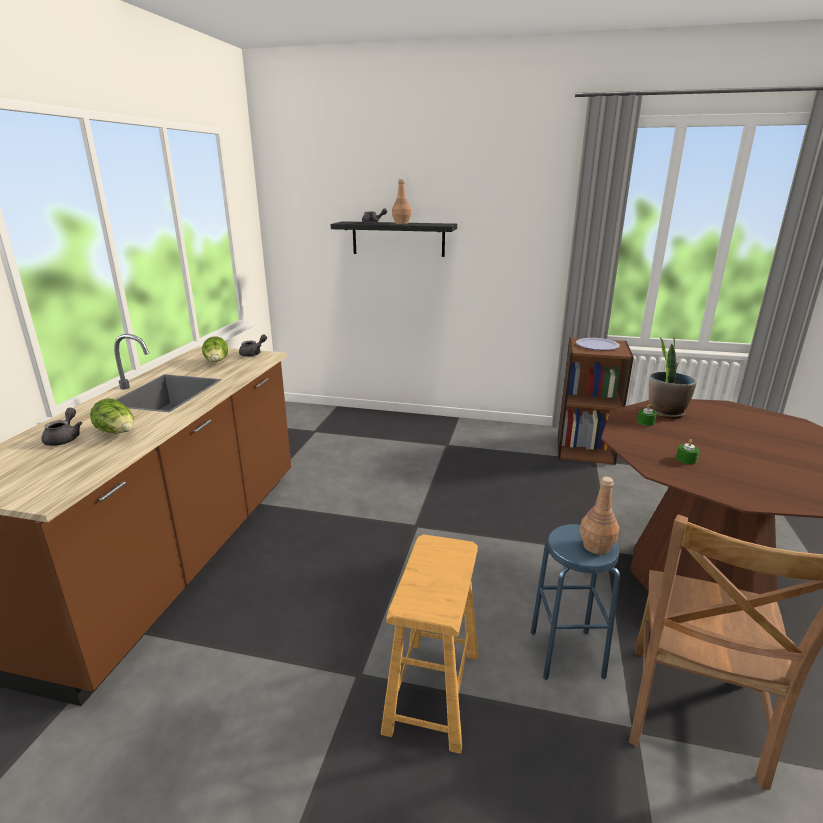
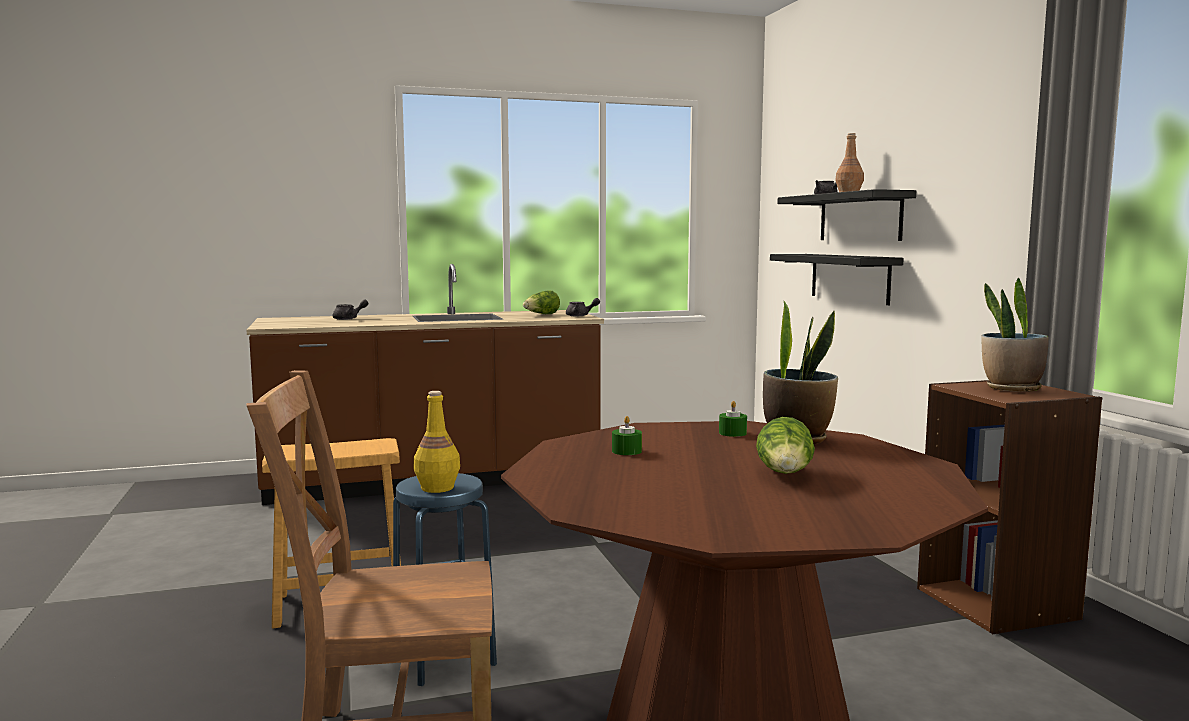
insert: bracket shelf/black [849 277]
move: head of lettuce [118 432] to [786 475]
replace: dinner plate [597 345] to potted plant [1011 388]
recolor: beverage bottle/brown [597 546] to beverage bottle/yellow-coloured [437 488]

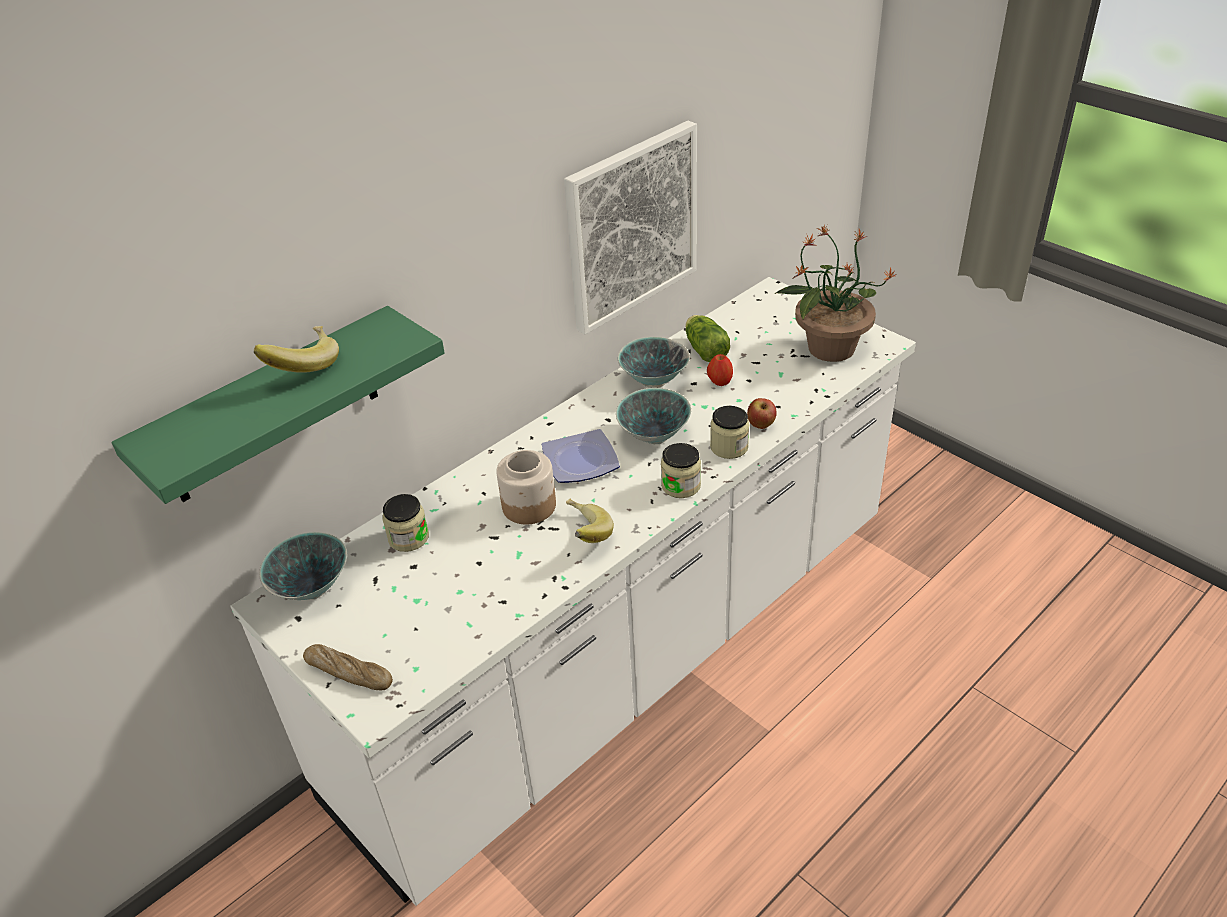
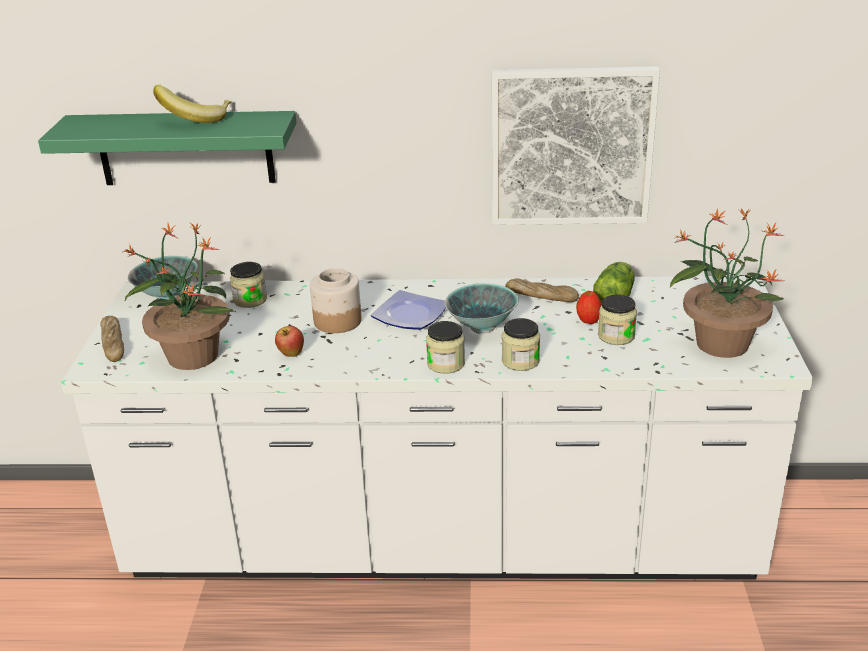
delete: banana [583 535]
insert: potted plant [192 355]; preserve jar [616 336]
move: apple fruit [761 425] to [291 354]
replace: bowl [653 381] to bread [541 296]

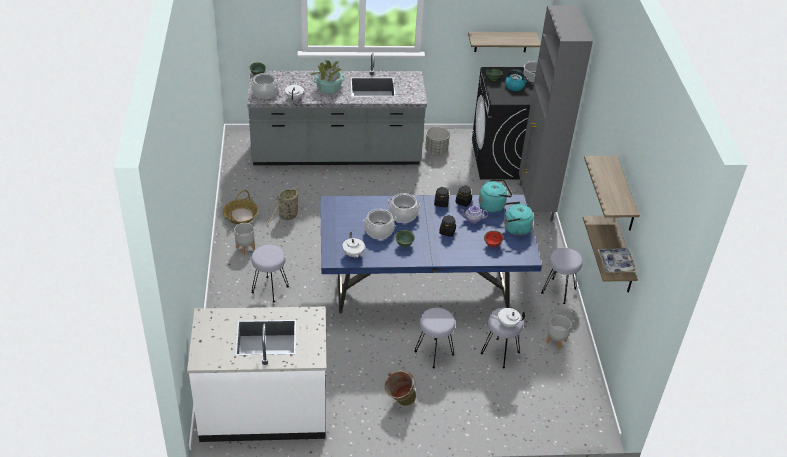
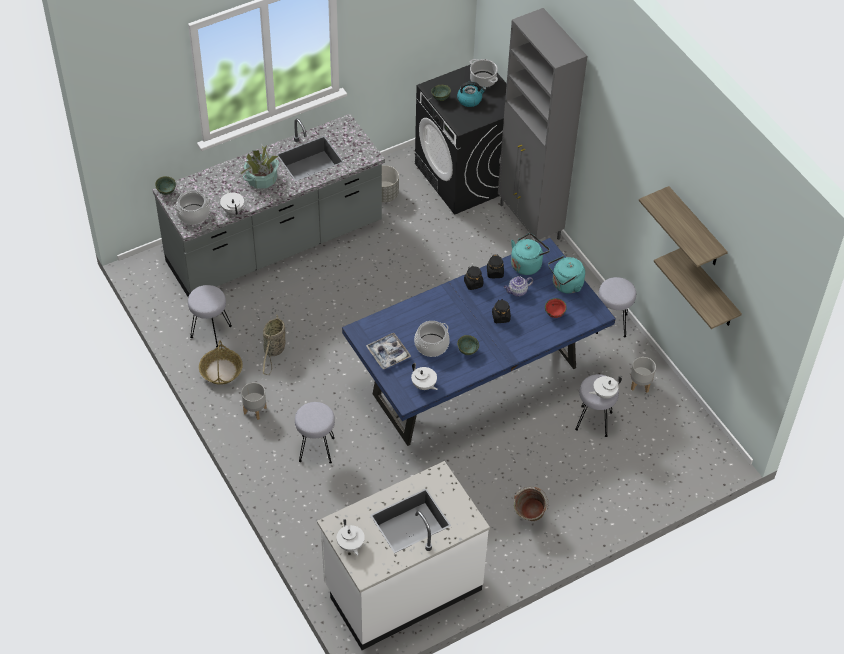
delete: bracket shelf [501 41]; cooking pot [403 215]
insert: teapot/white [350 545]
move: serving tray [616 263] to [388 354]; stool/greyish [433 353] to [210 332]

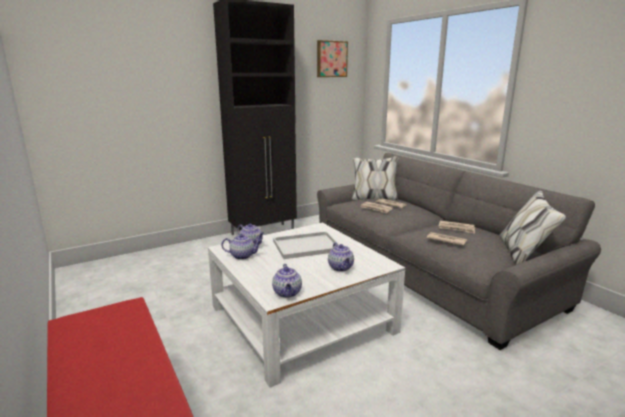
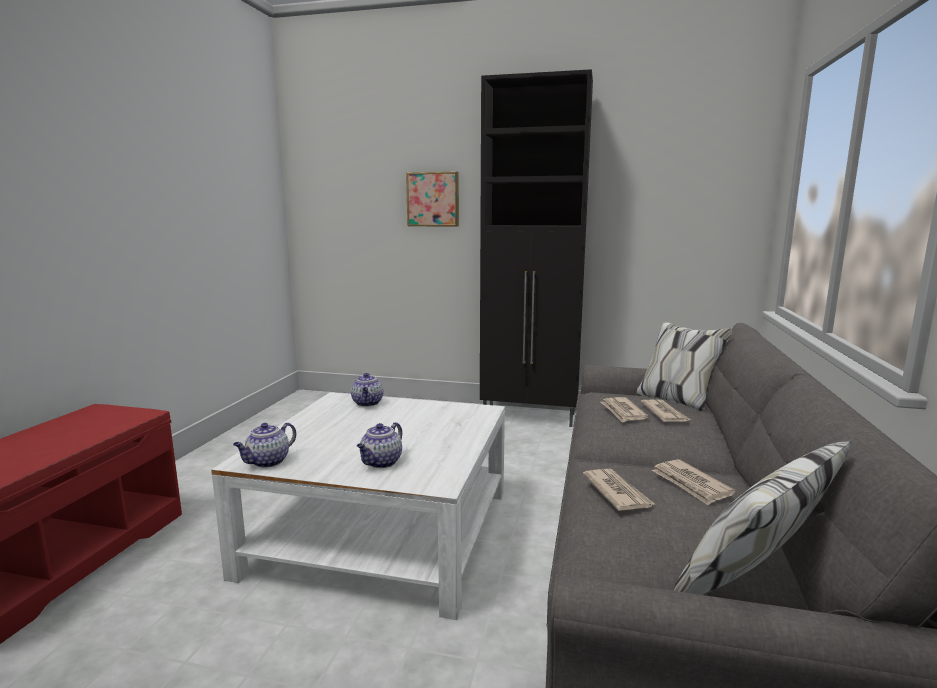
delete: serving tray/white [305 246]; teapot [243 256]
move: picture [331 59] to [433 199]

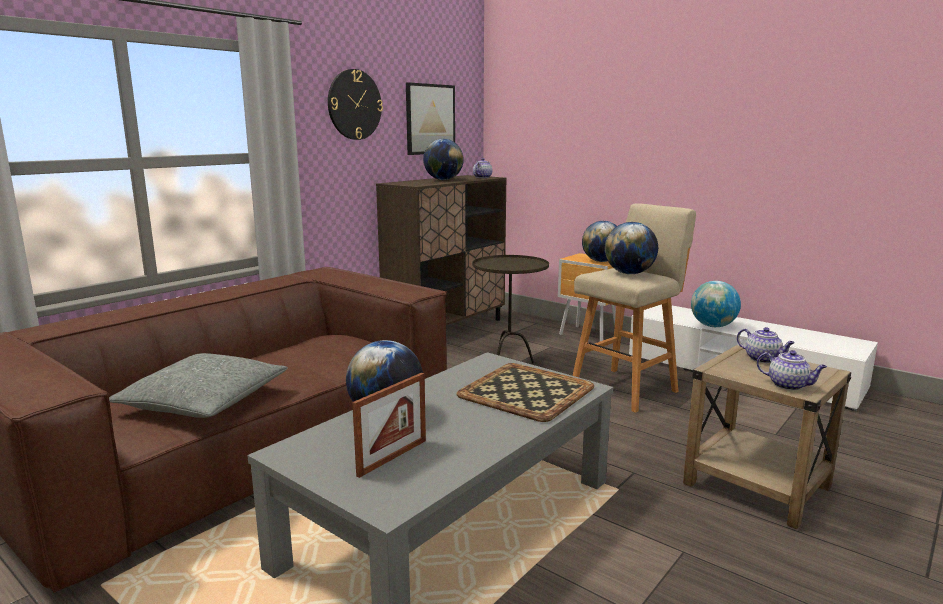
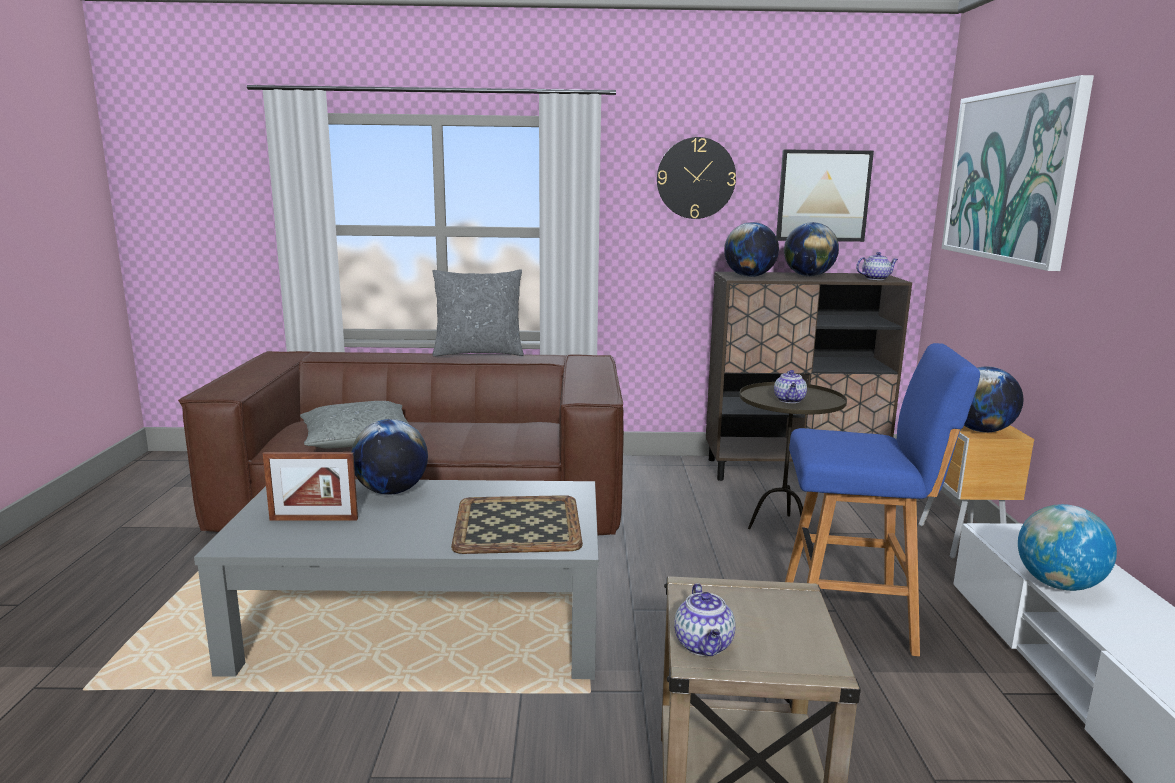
insert: picture [1010 176]; pillow/greyish [478 353]
move: world globe [629 273] to [749 276]; teapot [763 359] to [789 400]
recolor: stool/sand-coloured [626 388] to stool/blue [853 617]

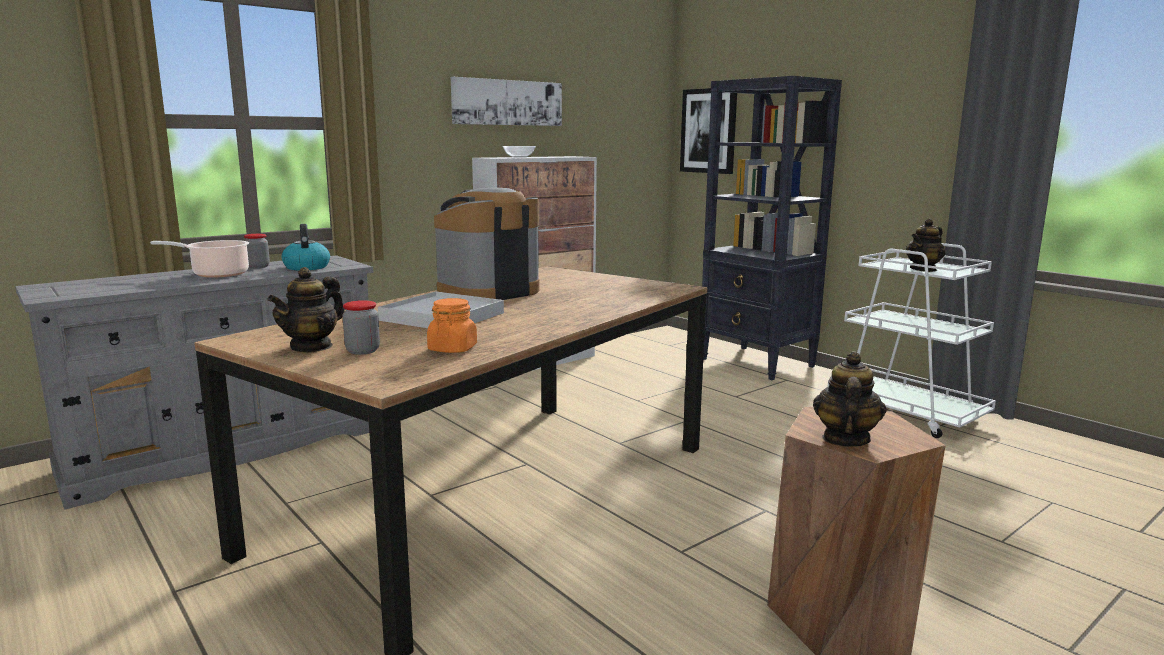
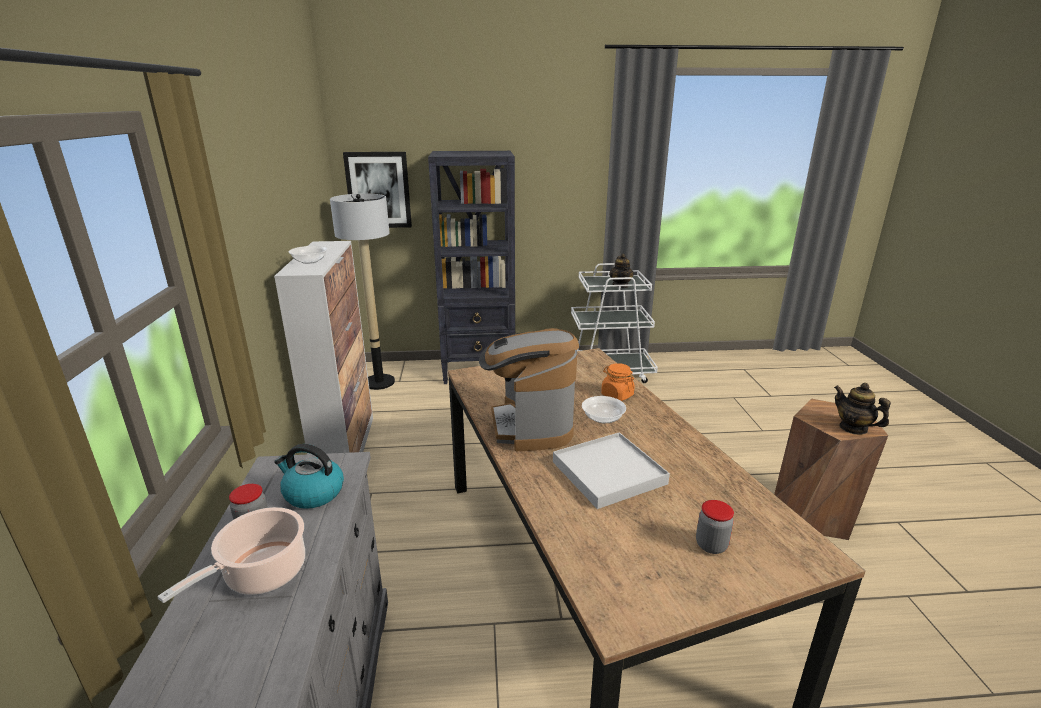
delete: picture [507 102]; teapot [311 347]
insert: standard lamp [379 382]; bowl [603 418]
move: preserve jar/orange [452 349] to [617 395]

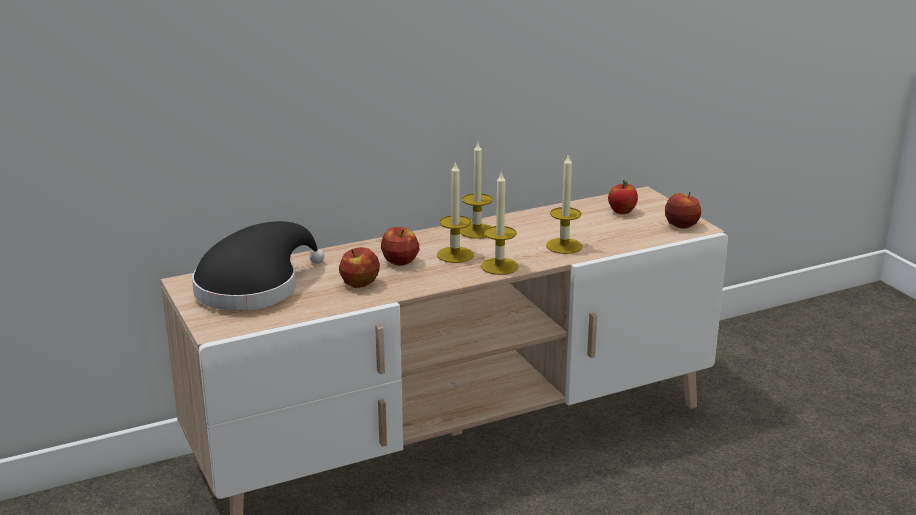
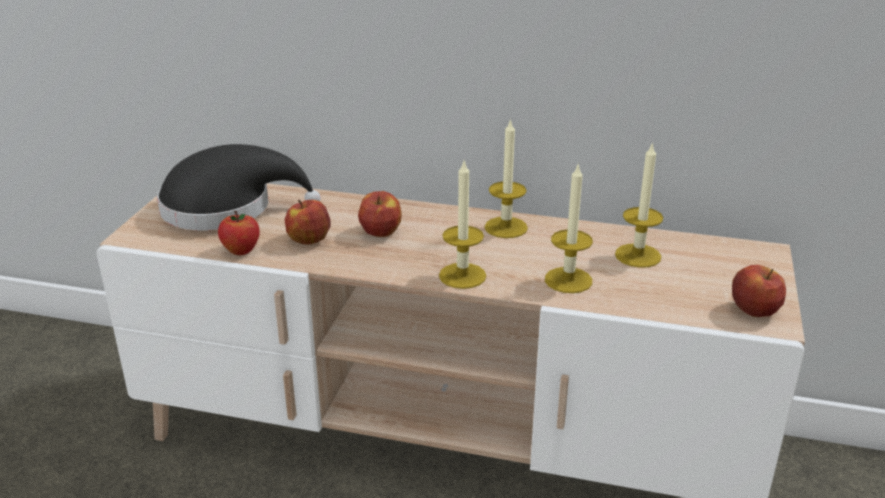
move: wax light [455 255] to [638 255]; apple fruit [622 211] to [241 251]

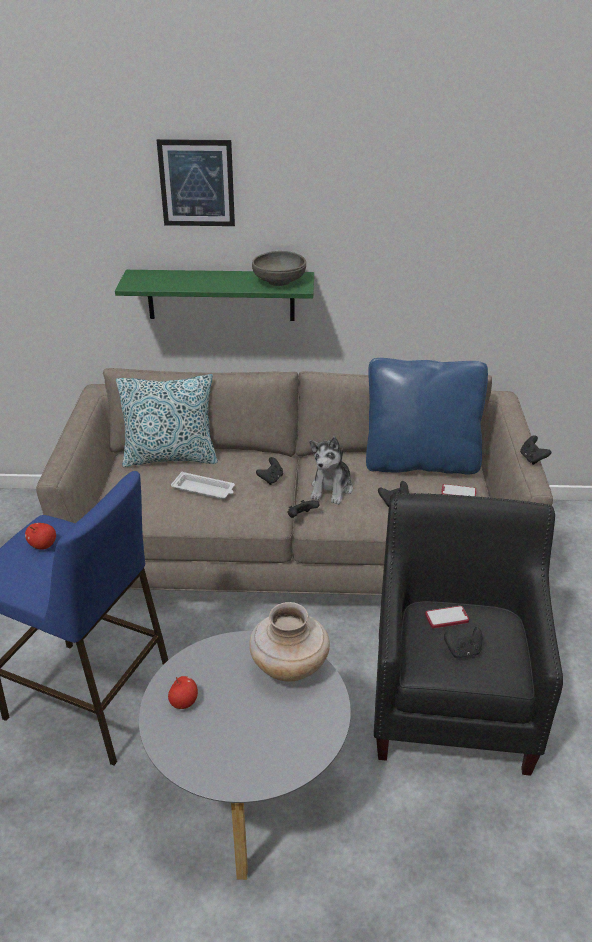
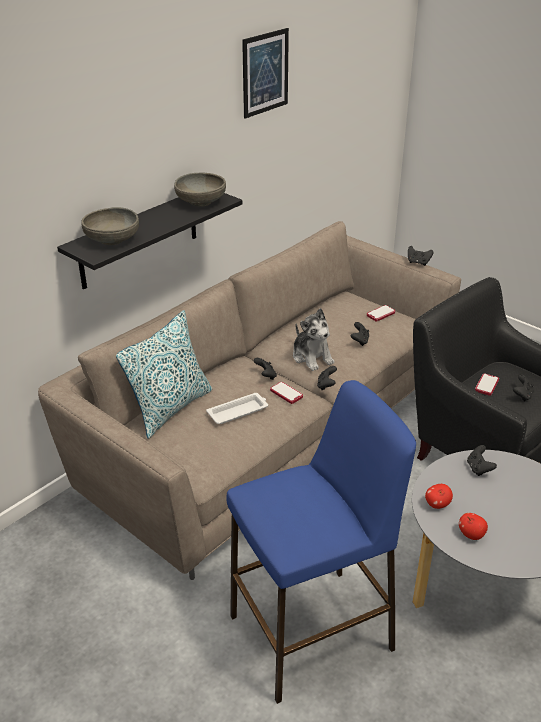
delete: pillow/blue [420 462]
insert: bowl/greyish [112 240]; telephone [286 393]
move: picture [196 183] to [265 73]; apple fruit [43 545] to [437 504]
replace: flower vase/sand-coloured [289 667] to joypad/black [479 469]
recolor: bracket shelf/green-coloured [221 295] to bracket shelf/black [139 238]

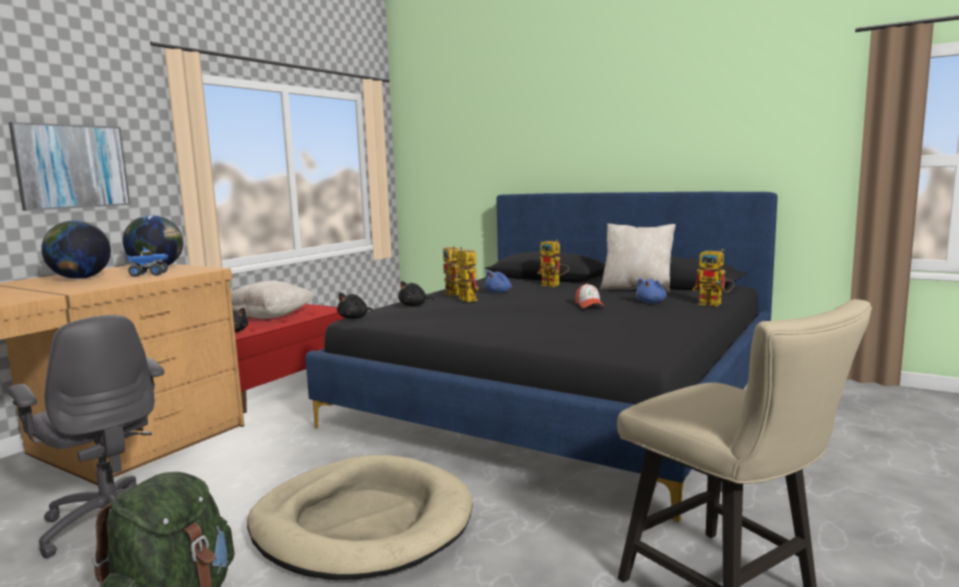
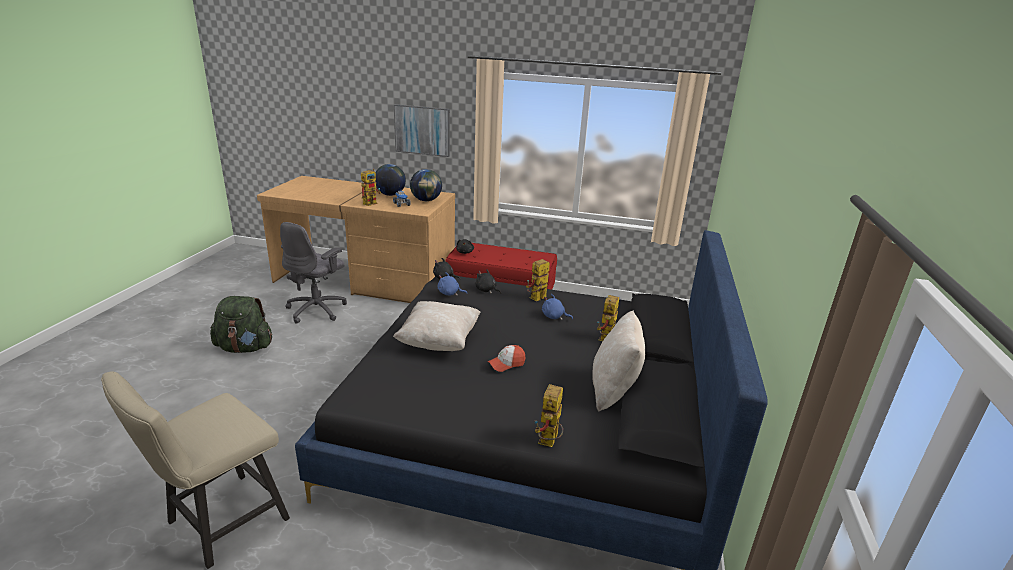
delete: dog bed/sand-coloured [362 523]
move: robot figure [464 299] to [371 203]; plush toy/blue [651 302] to [450 293]; pillow/sand-coloured [269 316] to [439 342]

